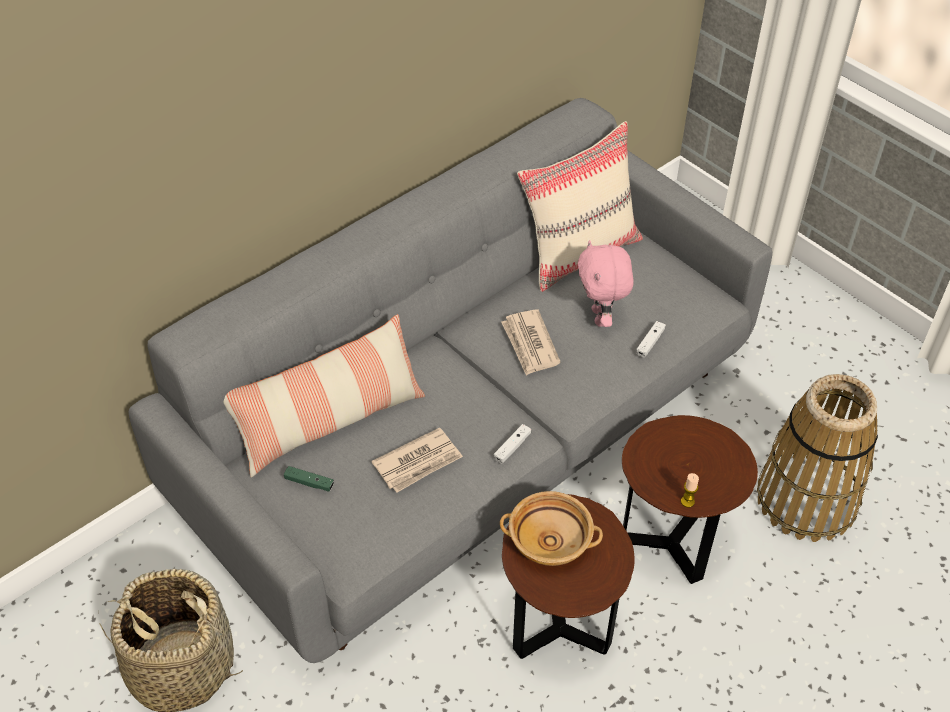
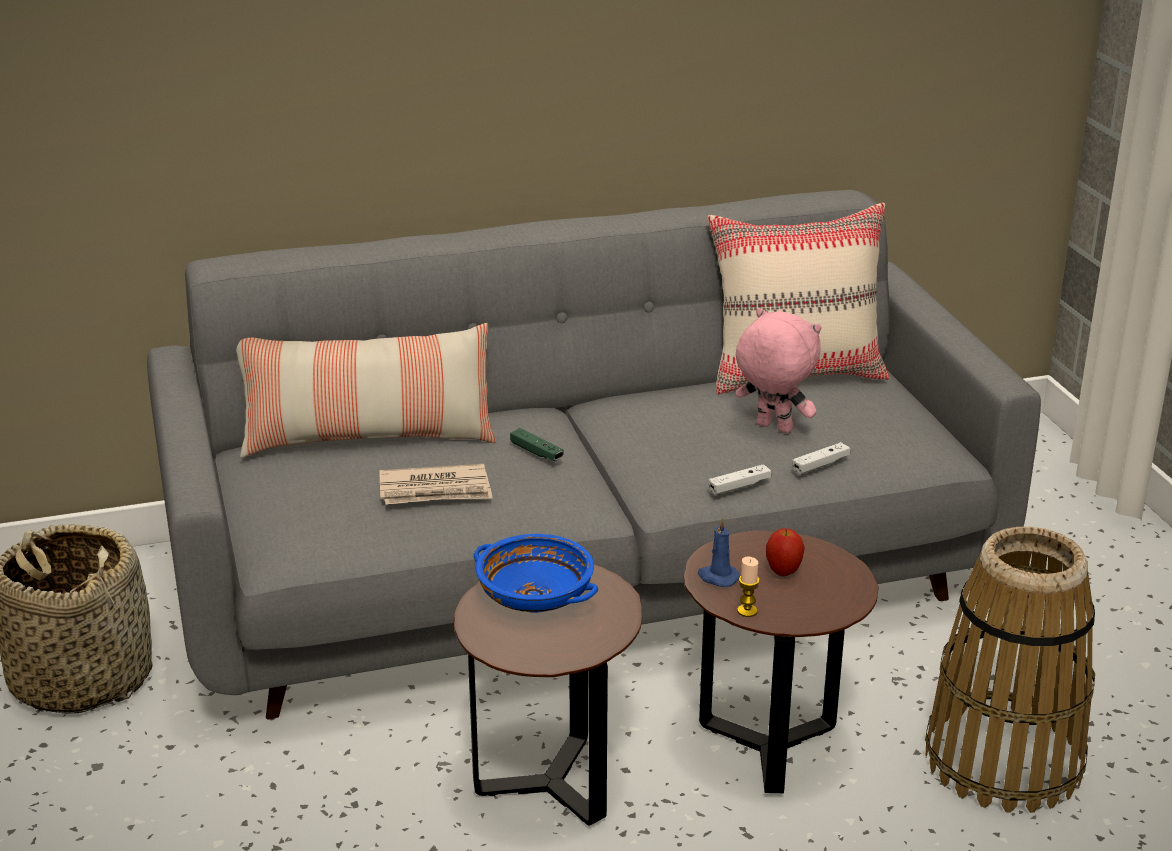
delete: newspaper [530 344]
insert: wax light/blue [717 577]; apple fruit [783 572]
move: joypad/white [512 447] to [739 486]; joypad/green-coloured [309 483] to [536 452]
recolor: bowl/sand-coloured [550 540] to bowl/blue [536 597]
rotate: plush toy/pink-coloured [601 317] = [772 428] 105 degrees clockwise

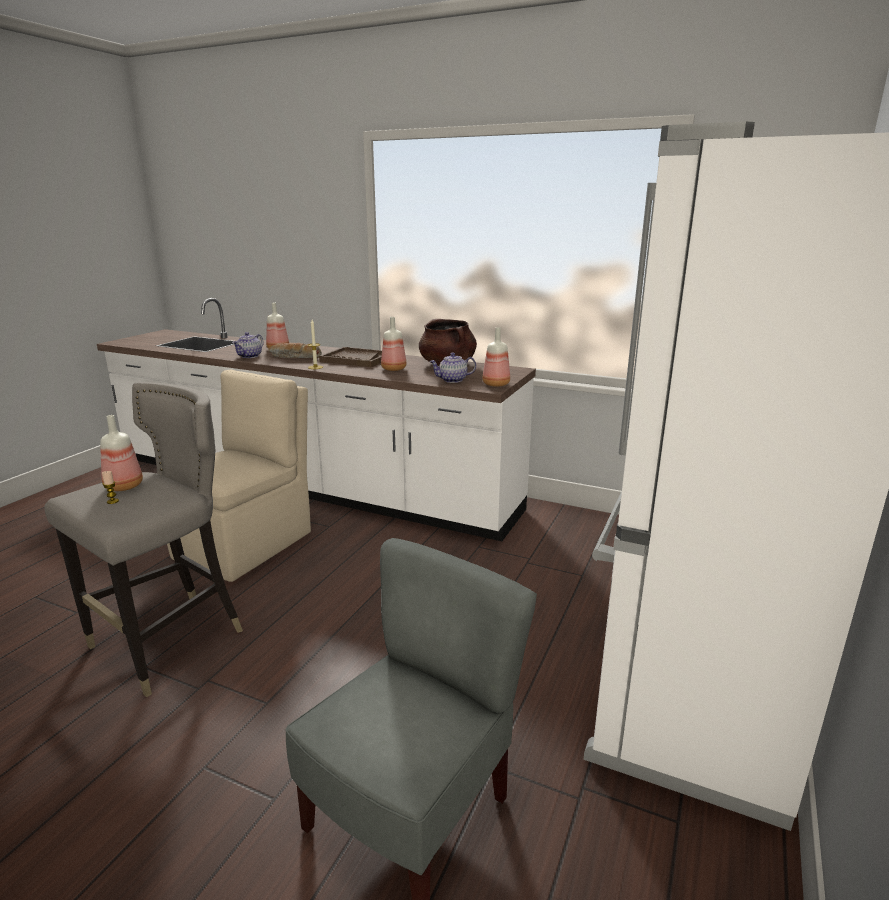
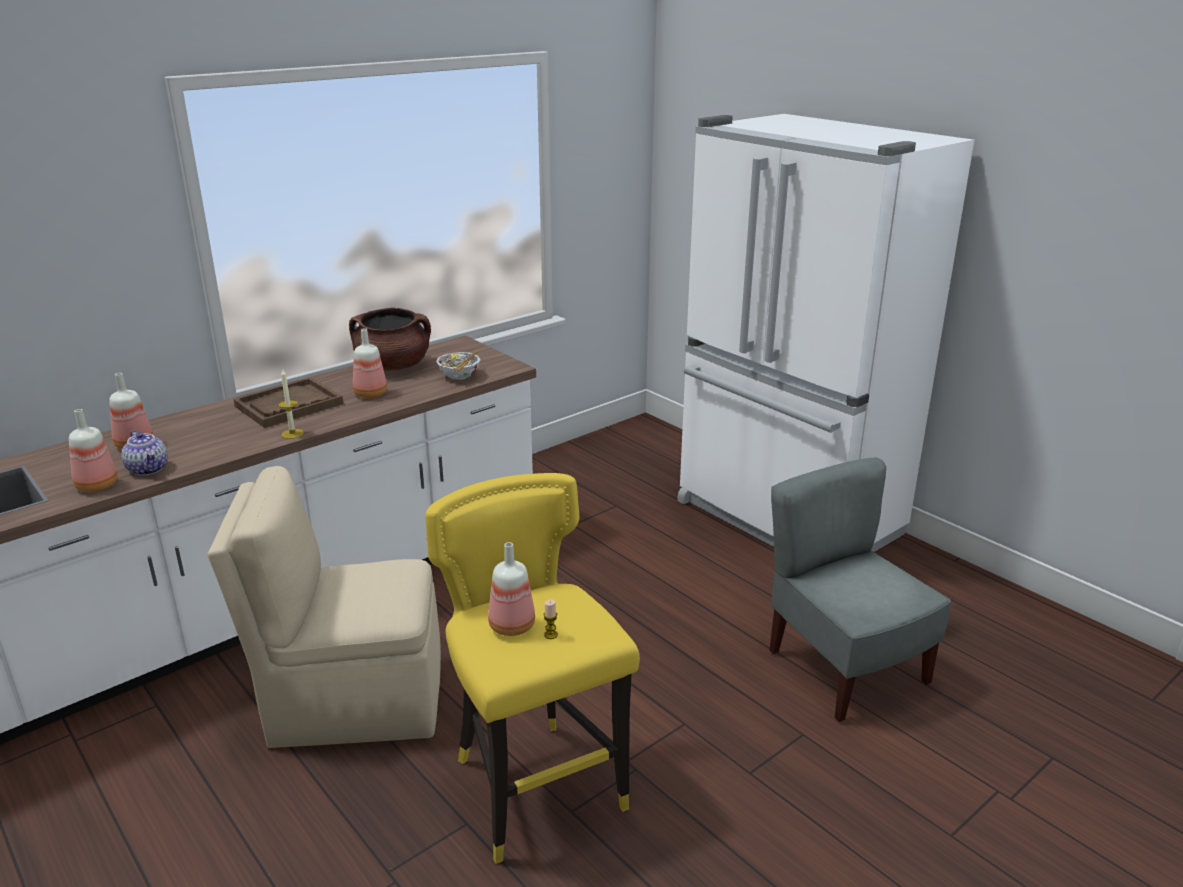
delete: bread [295 357]
move: beverage bottle [495 384] to [95 486]
replace: teapot [452 380] to bowl [460 376]
recolor: stool/greyish [170 641] to stool/yellow-coloured [535 786]
rotate: plain chair/sand-coloured [247 544] = [352 701] 60 degrees counterclockwise

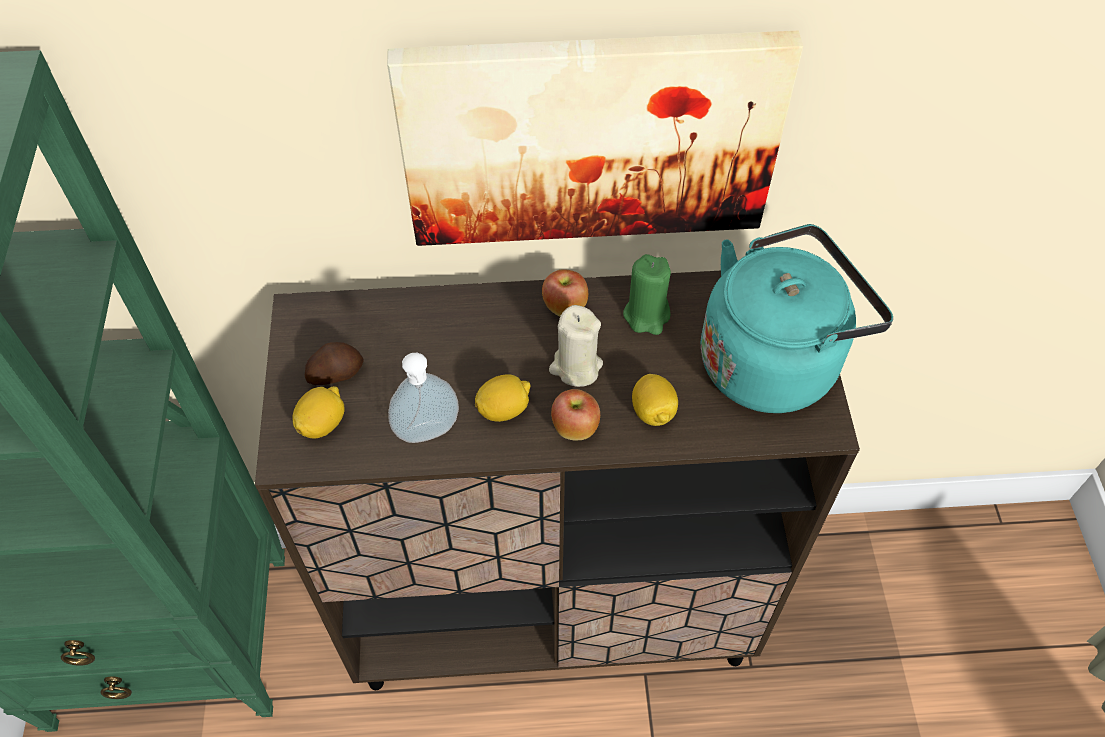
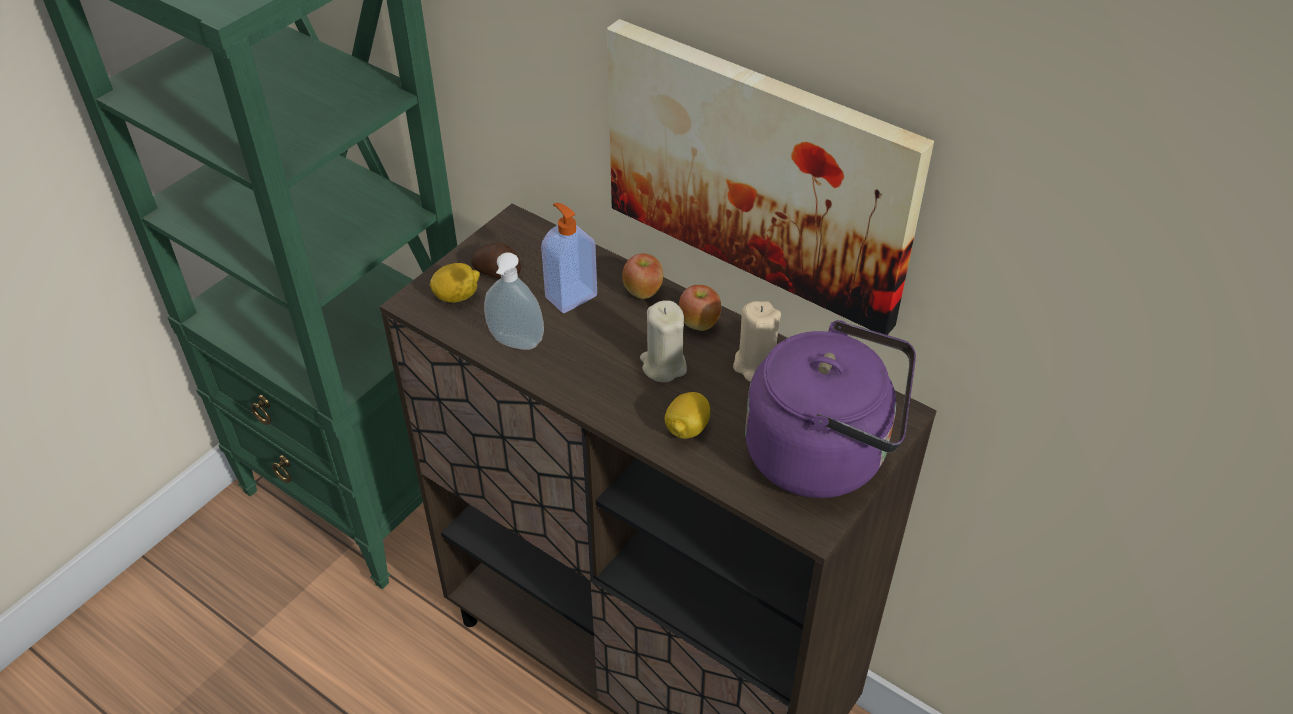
delete: whole lemon [504 409]
insert: soap dispenser [570 296]
move: apple fruit [575 428] to [643 291]
recolor: kettle/blue-green [774 360] to kettle/purple-coloured [824 454]; wax light/green-coloured [647 315] to wax light/sand-coloured [756 364]

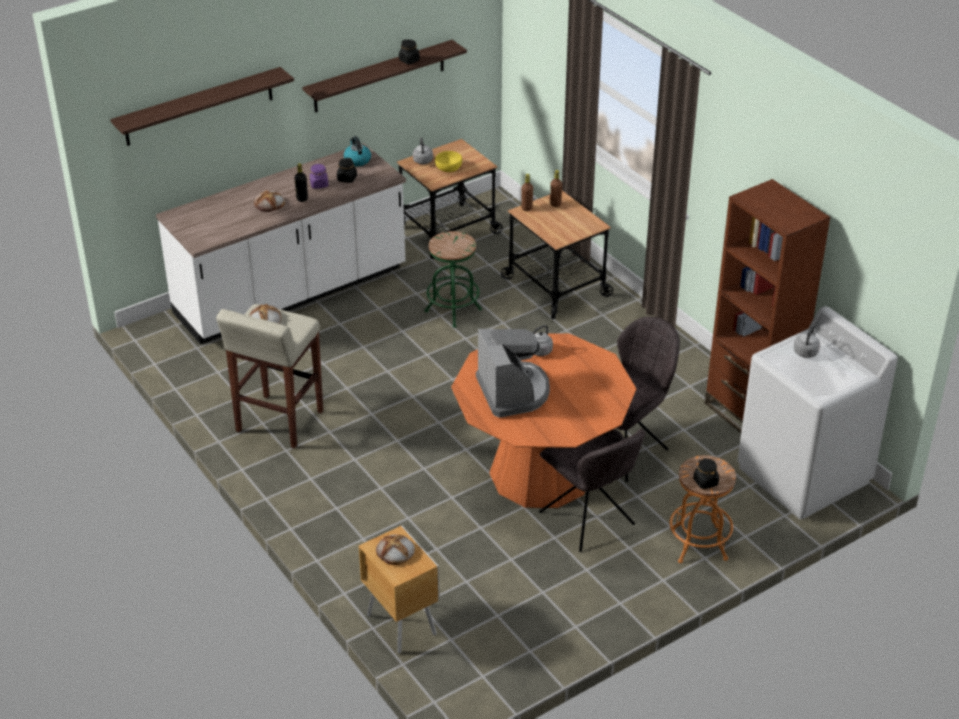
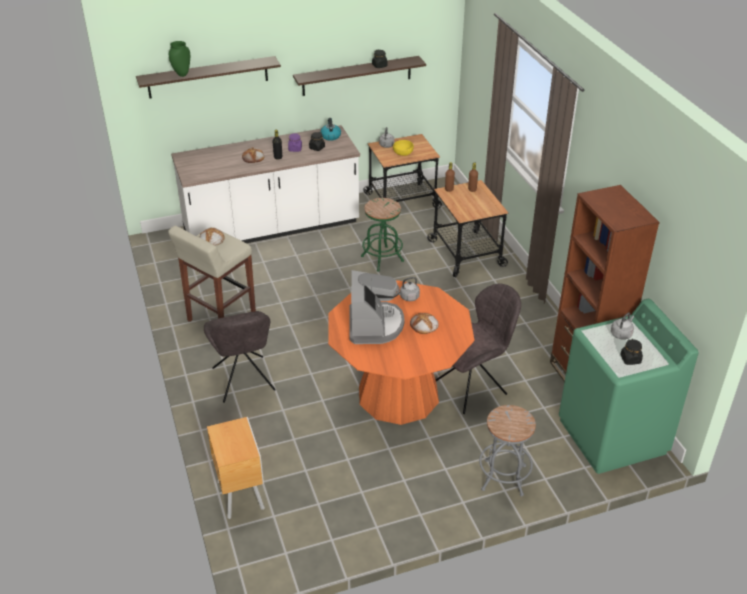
insert: flower vase/green-coloured [182 75]
move: plain chair/greyish [589 520] to [244 381]; preserve jar/black [705 482] to [630 359]; bread [395 552] to [424 325]
recolor: laundry machine/white [804 475] to laundry machine/green-coloured [612 436]; stool/orange [698 544] to stool/greyish [503 477]

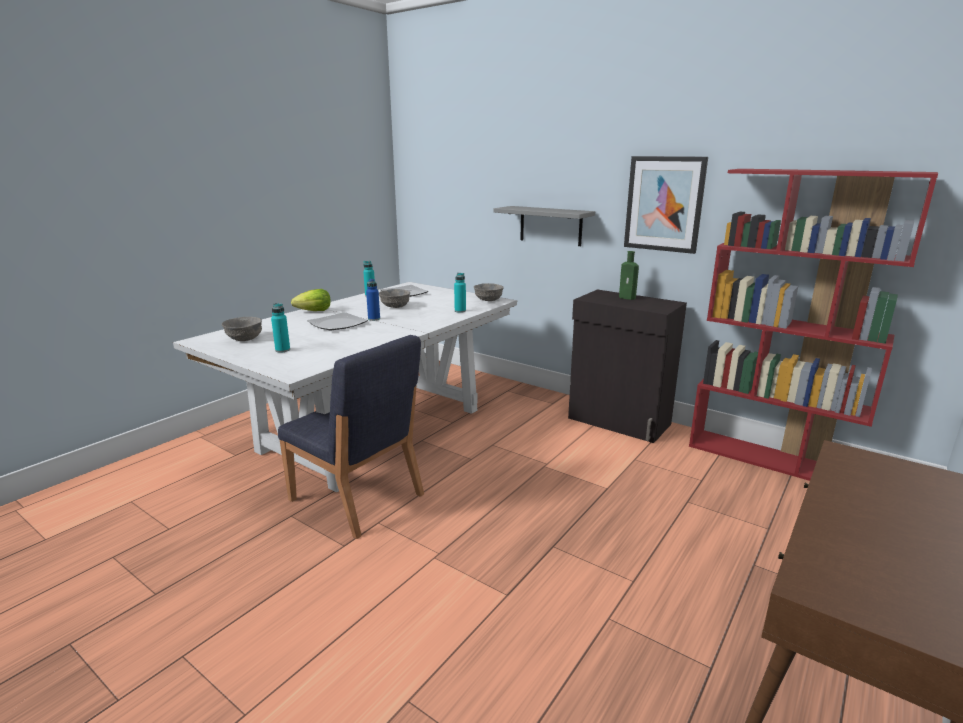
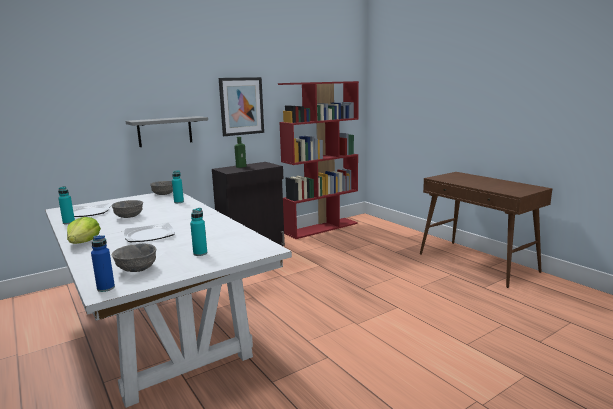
delete: plain chair/blue [357 498]
move: beverage bottle/blue [374 319] to [106 288]

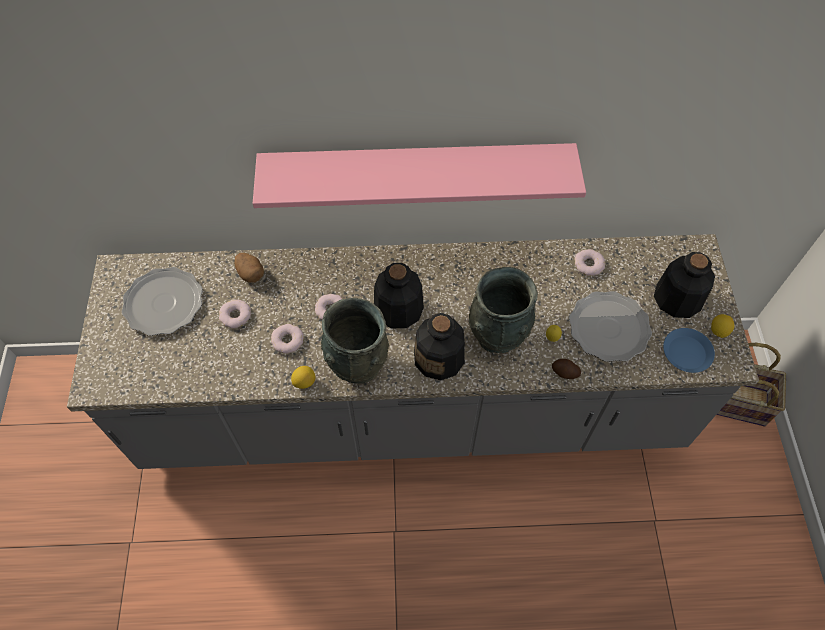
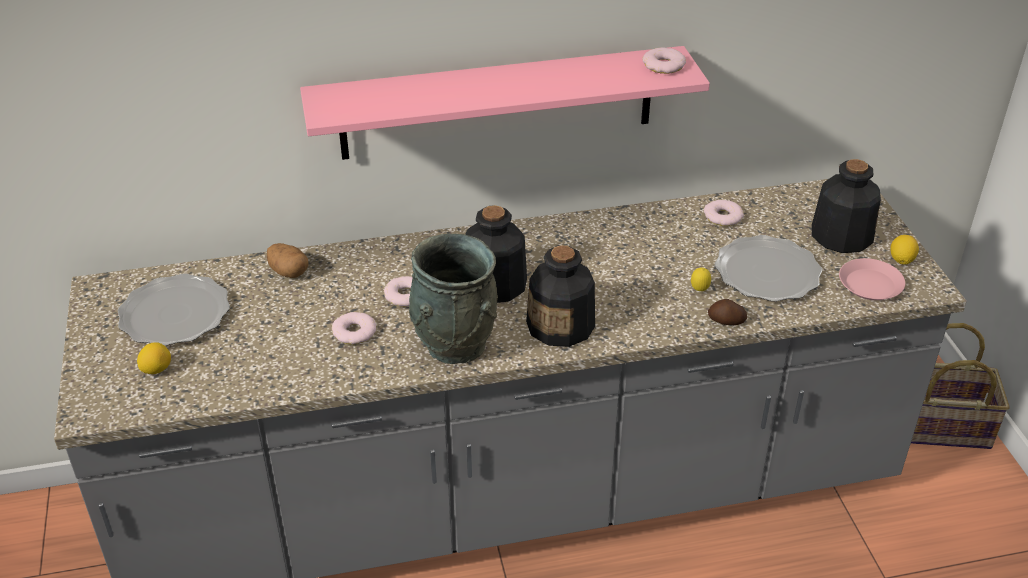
delete: flower vase/greyish [498 336]
move: doughnut [235 316] to [663 65]; whole lemon [304 382] to [156 369]
recolor: dinner plate/blue [686 352] to dinner plate/pink-coloured [869 284]

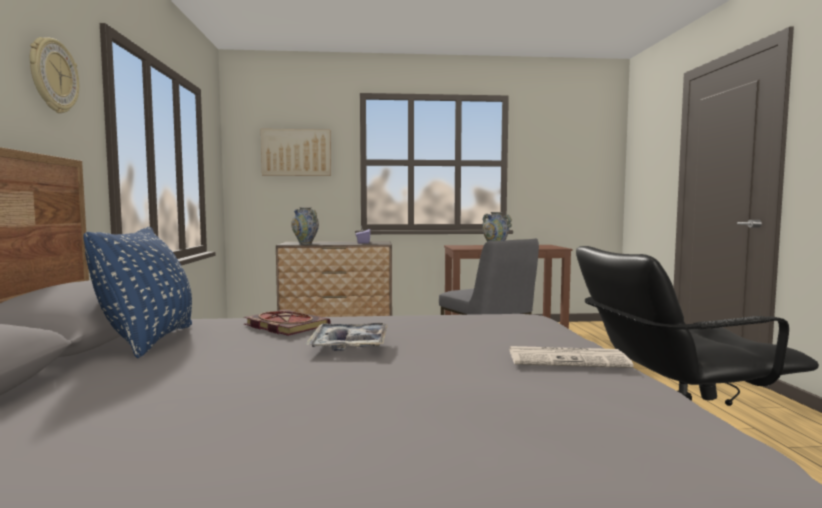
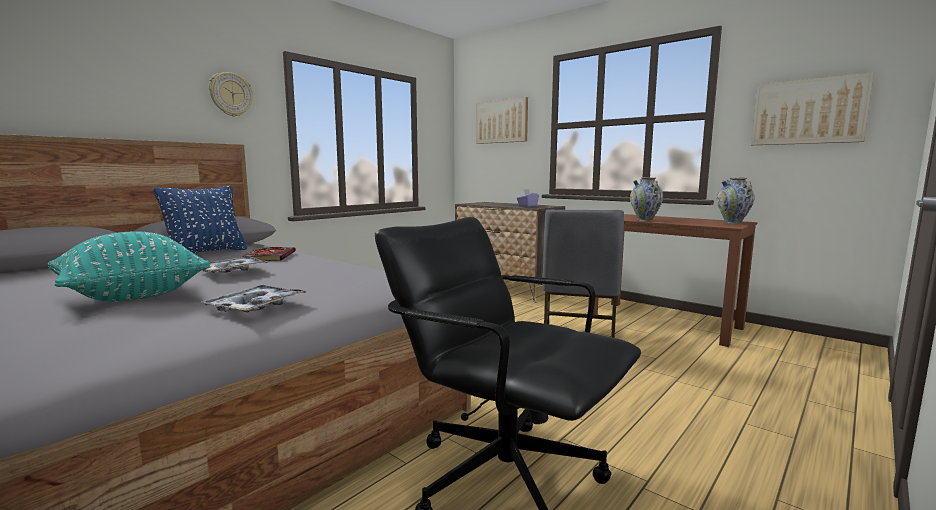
insert: picture [808 112]; pillow/blue-green [133 296]
move: flower vase [305 244] to [733 223]
replace: newspaper [568 359] to serving tray [256 307]

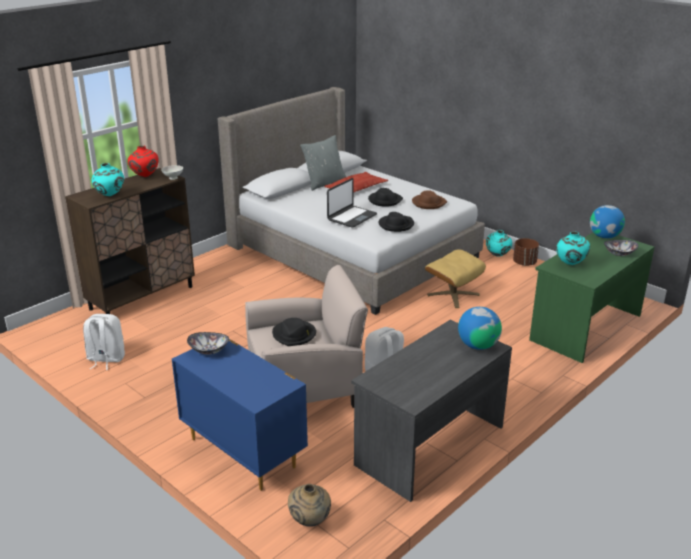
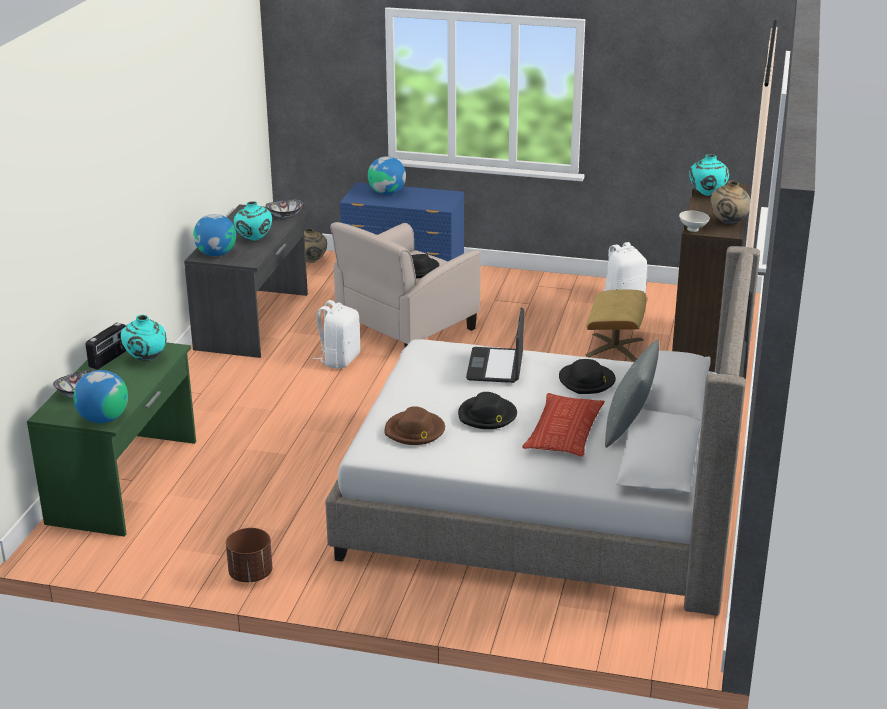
insert: world globe [387 193]; radio set [109 358]
move: wearable hat/black [396 225] to [587 381]; flower vase/blue-green [497 256] to [254 240]; pouffe/sand-coloured [453 295] to [615 348]; bowl [209 351] to [285 215]
recolor: flower vase/reddish [145 176] to flower vase/sand-coloured [728 223]

